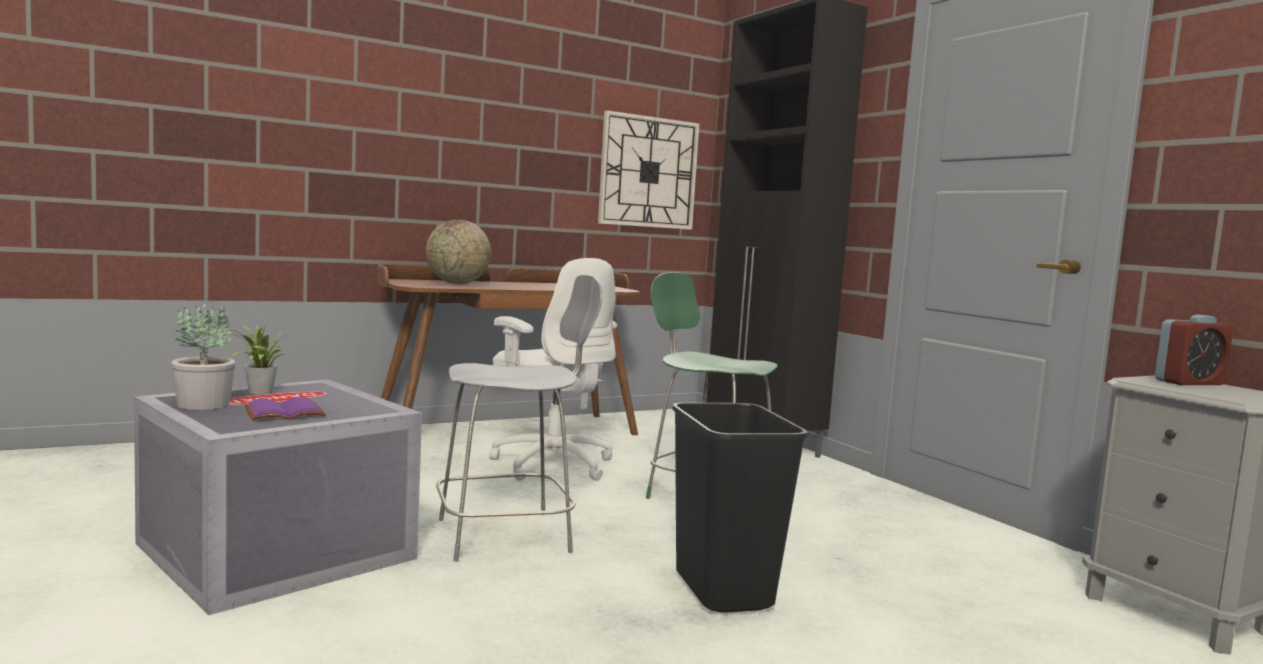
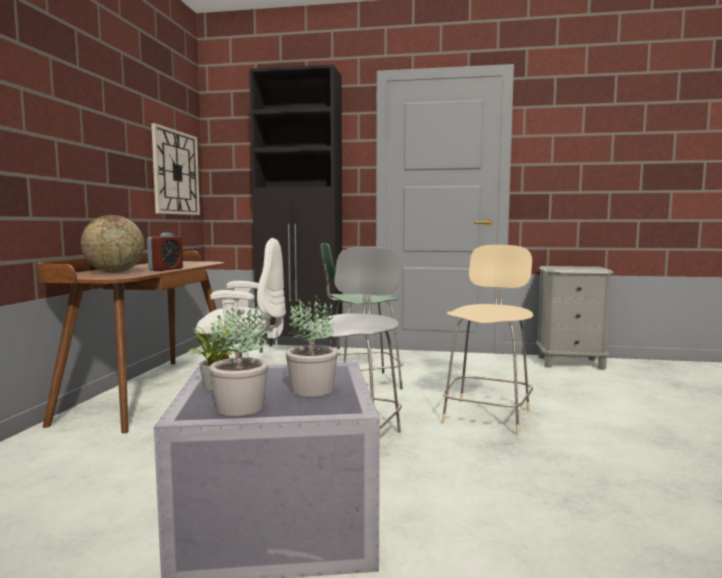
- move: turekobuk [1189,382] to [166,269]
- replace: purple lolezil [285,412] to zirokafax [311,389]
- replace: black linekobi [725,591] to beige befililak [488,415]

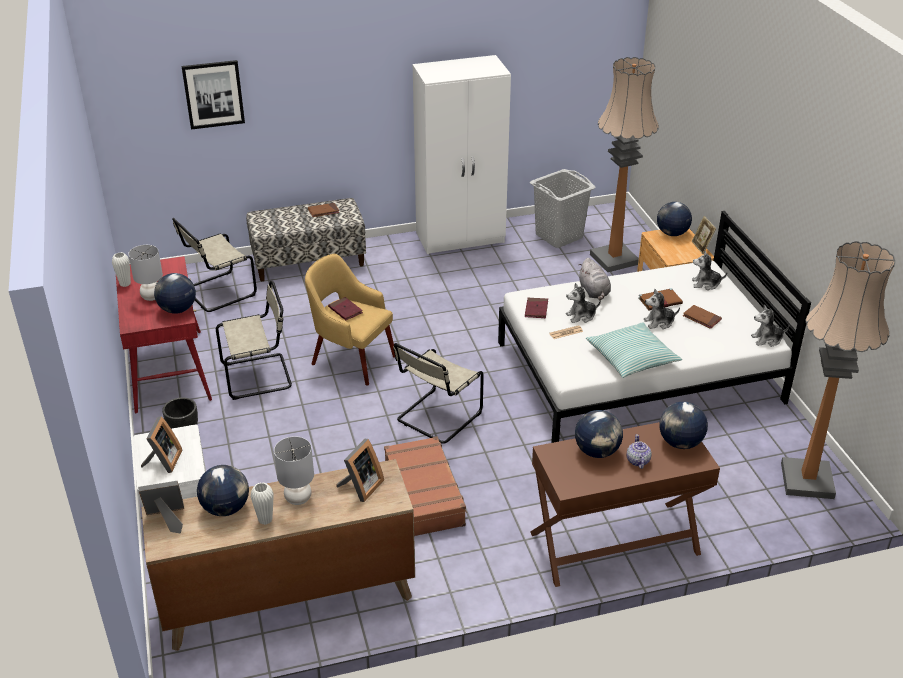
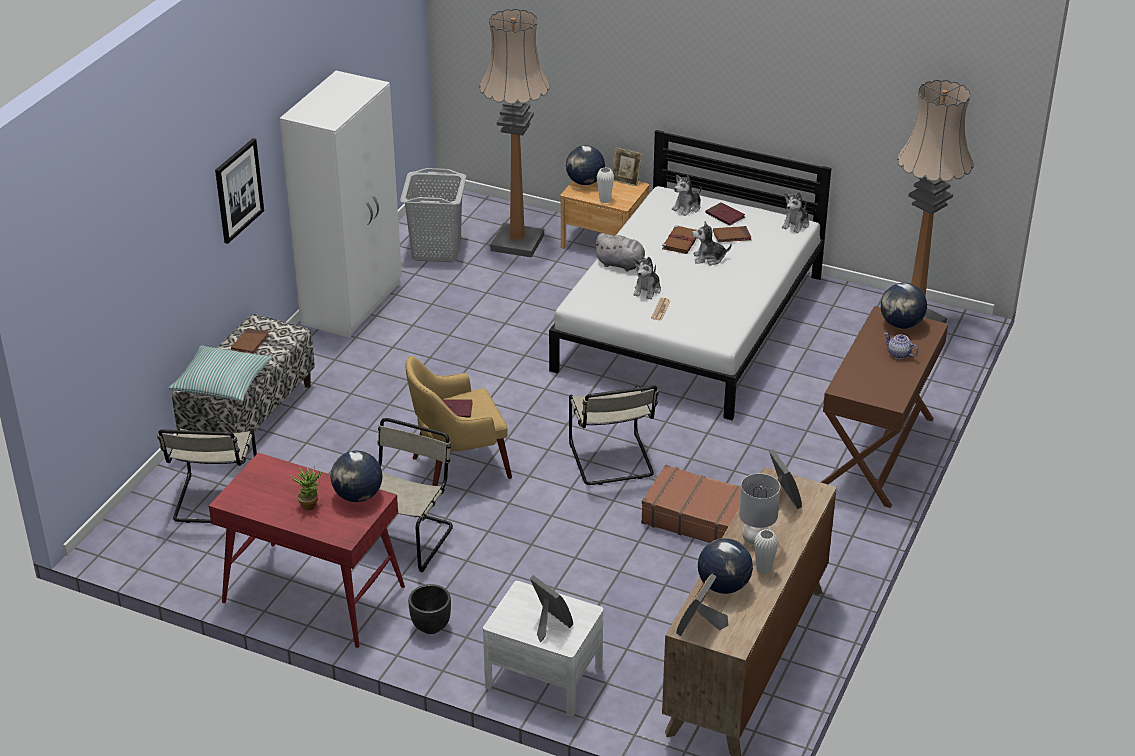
- delete: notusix [597,452]
- move: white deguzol [125,284] to [605,200]
- move: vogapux [213,94] to [238,190]
- move: red lolezil [536,309] to [725,216]
- move: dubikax [632,357] to [222,382]
- replace: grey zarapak [152,297] to zirokafax [310,504]
- rotate: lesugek [659,322] = [709,258] 60 degrees clockwise

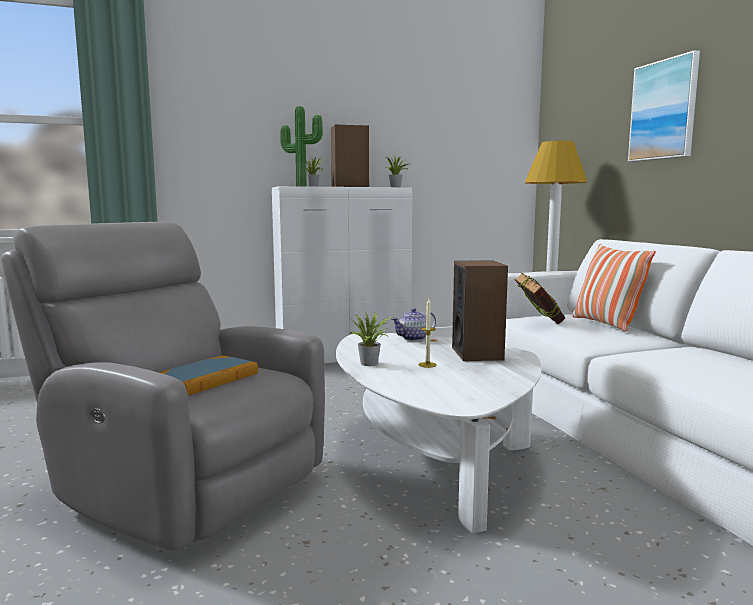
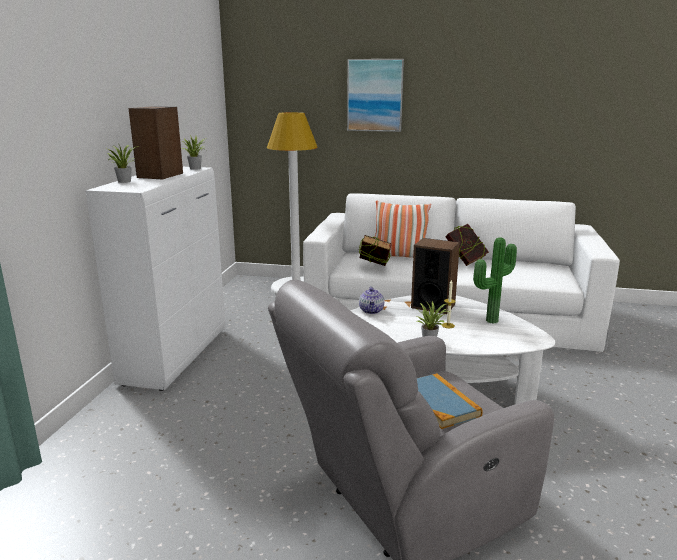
- insert: lolezil [465,261]
- move: zirokafax [302,186] to [490,320]

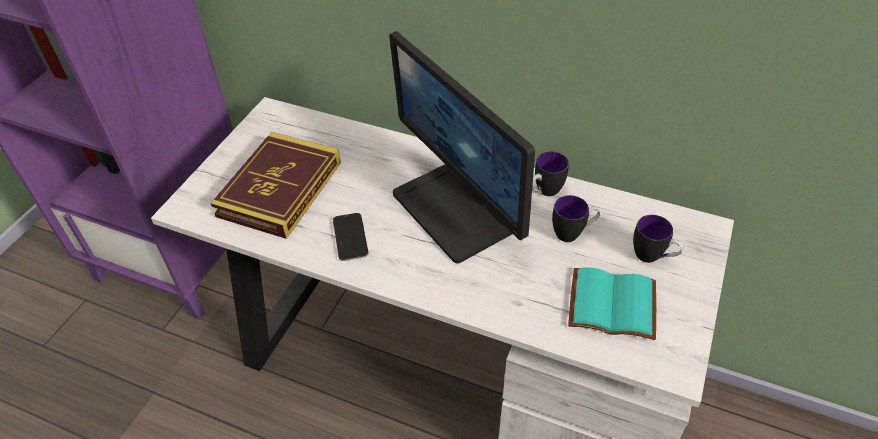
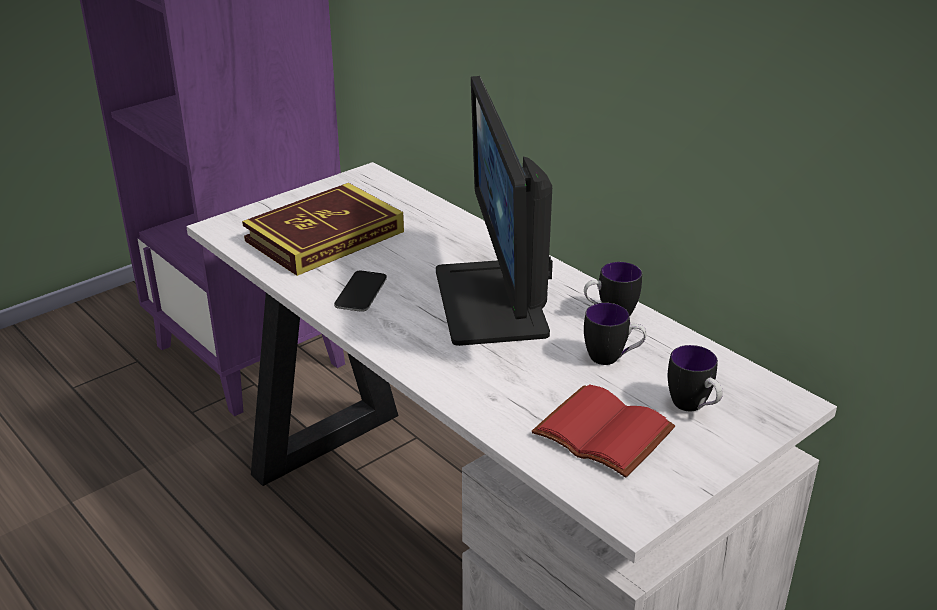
- recolor: turquoise lolezil [614,303] to red lolezil [606,432]

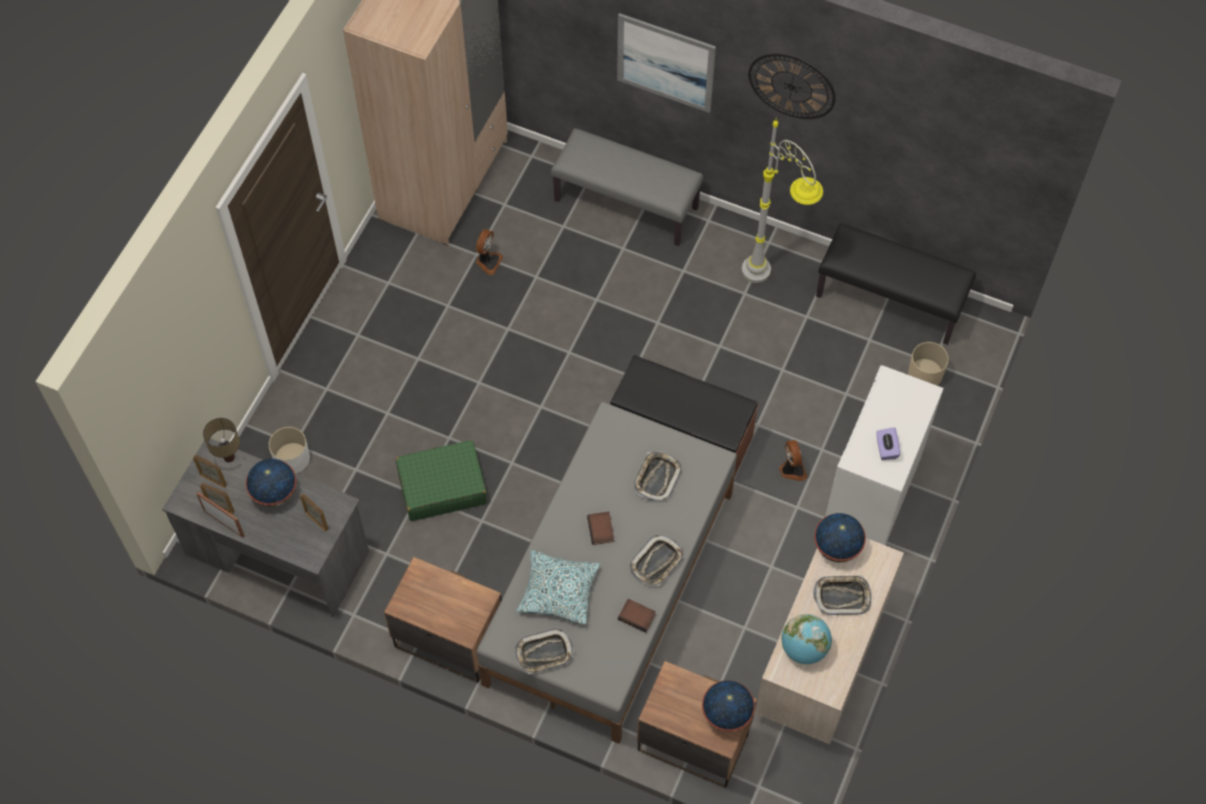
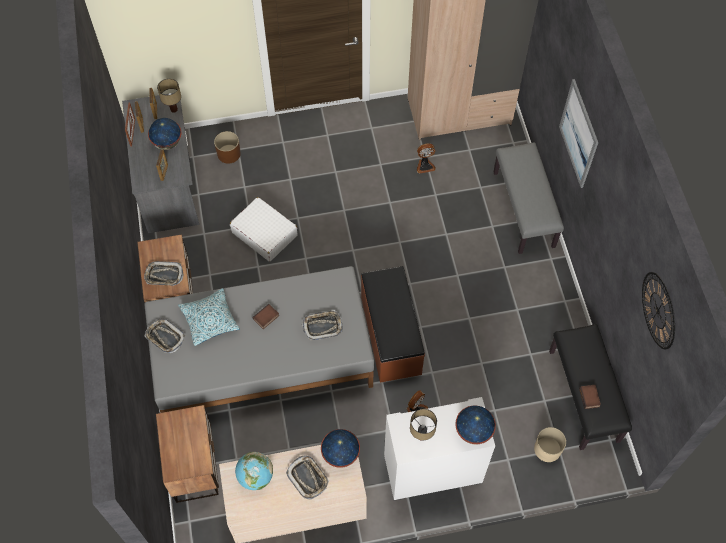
- delete: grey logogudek [772,287]
- move: lolezil [637,616] to [590,398]
- move: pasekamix [657,562] to [164,275]
- move: notusix [727,714] to [473,431]
- move: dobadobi [791,86] to [658,310]
- replace: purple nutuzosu [886,449] to zarapak [421,436]
- recolor: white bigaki [292,458] to brown bigaki [228,154]
- recolor: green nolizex [442,486] to white nolizex [264,234]

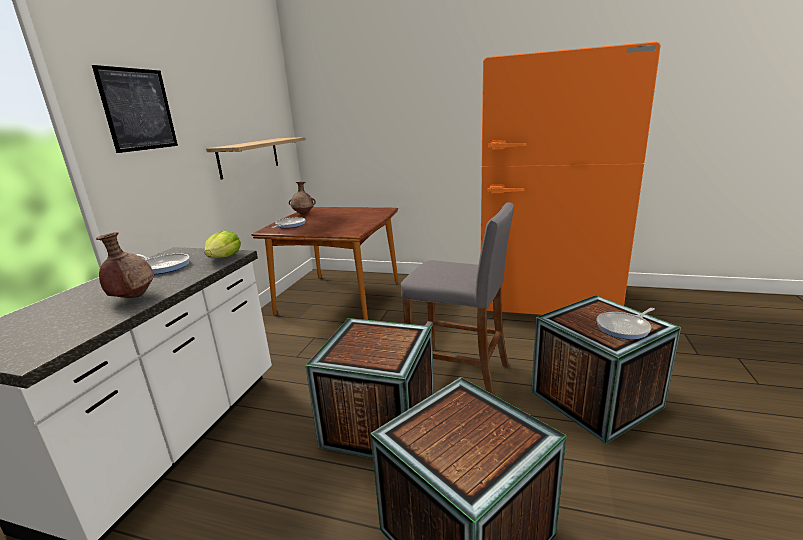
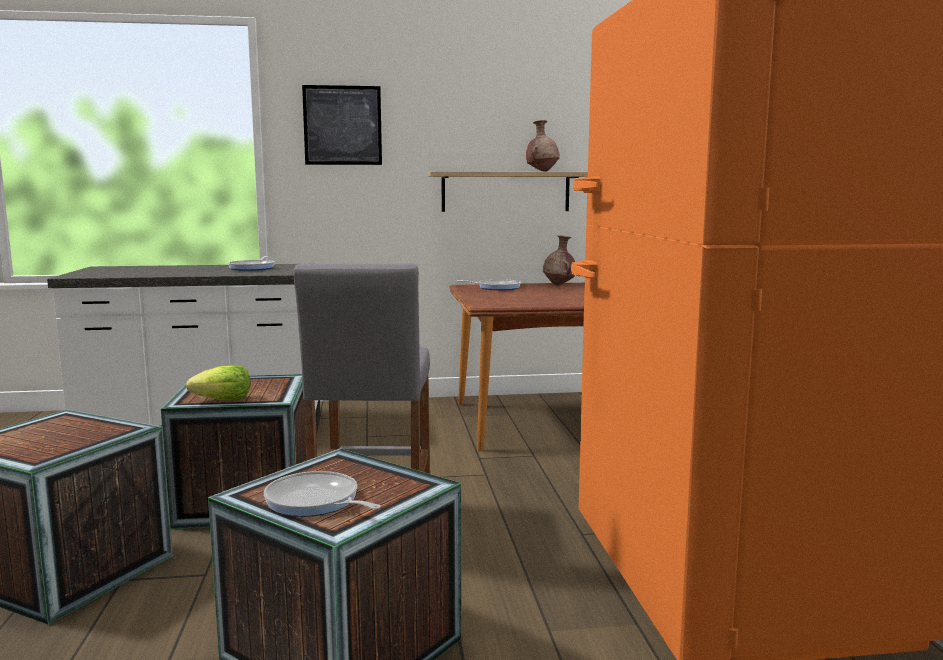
- move: brown deguzol [133,297] to [542,171]
- move: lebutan [224,257] to [223,400]

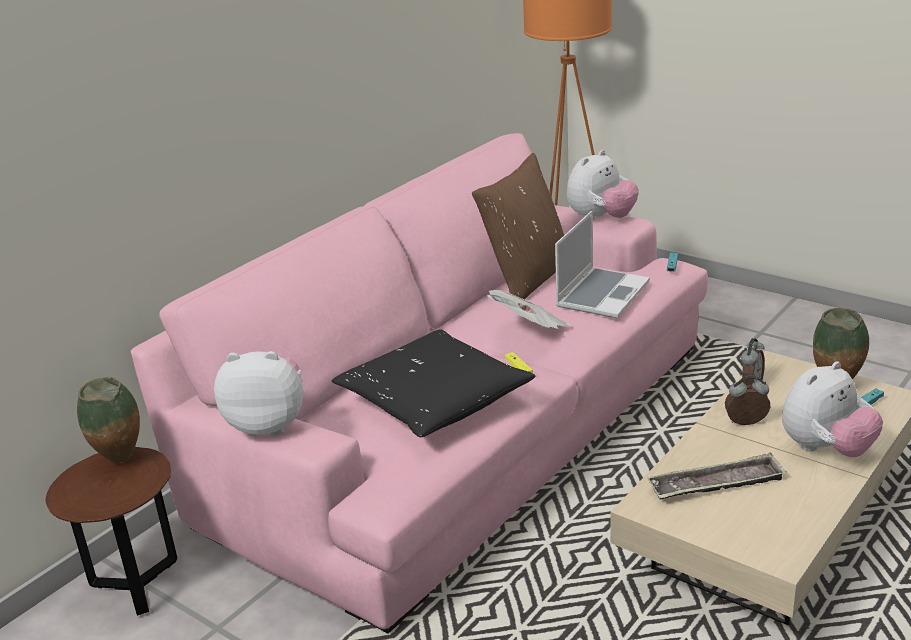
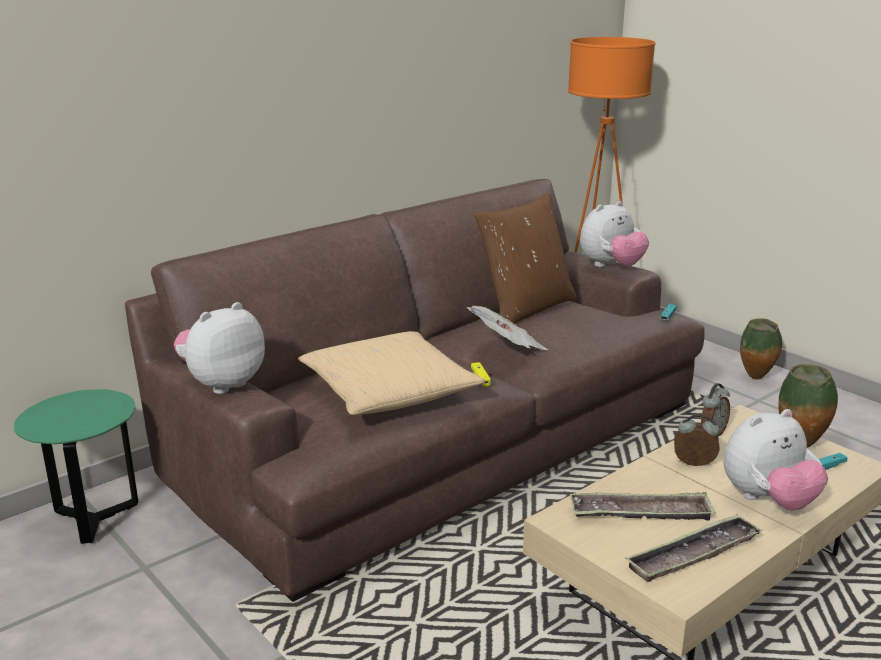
- delete: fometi [602,294]
- insert: pasekamix [693,554]
- move: deguzol [121,461] to [756,378]
- recolor: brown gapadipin [137,586] to green gapadipin [94,520]
- recolor: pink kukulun [462,428] to brown kukulun [439,438]
- recolor: black dubikax [434,400] to beige dubikax [388,391]
- rotate: lesugek [268,424] = [222,384] 60 degrees counterclockwise

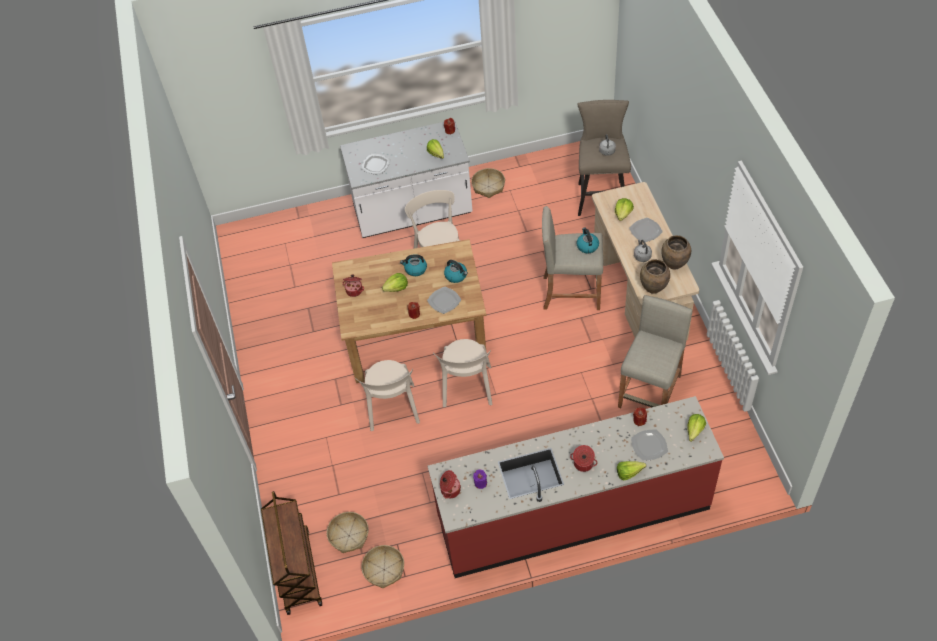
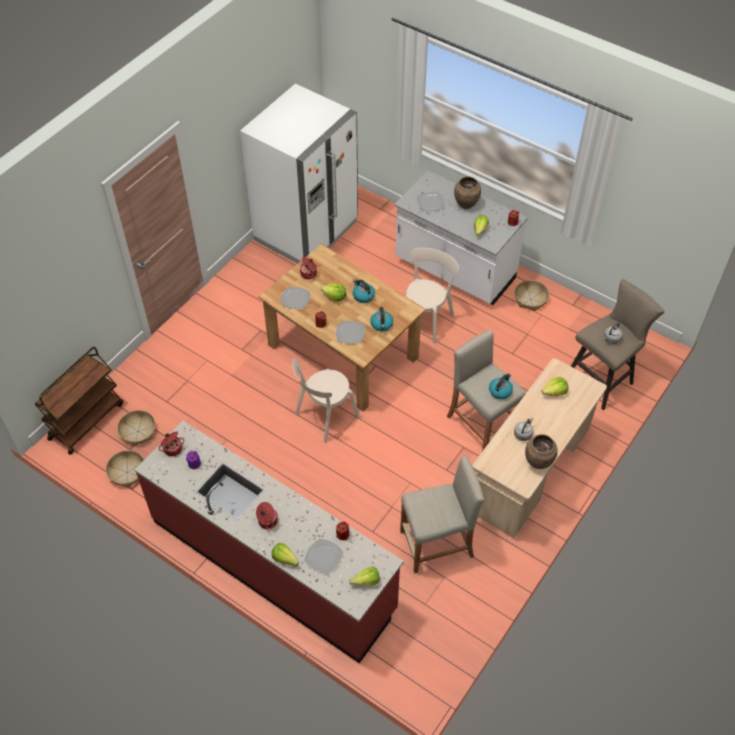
- delete: beige befililak [393,410]
- insert: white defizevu [306,231]
- move: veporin [645,231] to [295,298]
- move: brown deguzol [653,288] to [466,204]

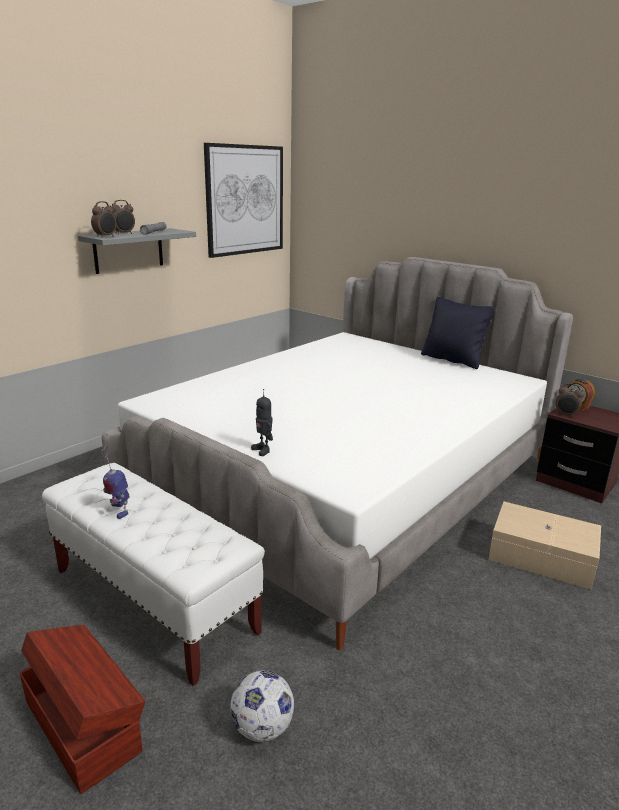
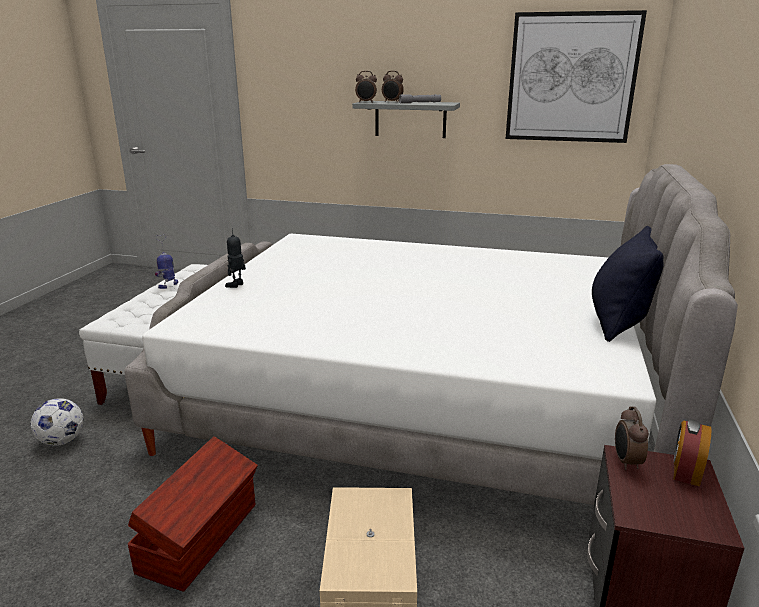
- move: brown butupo [83,723] to [201,537]

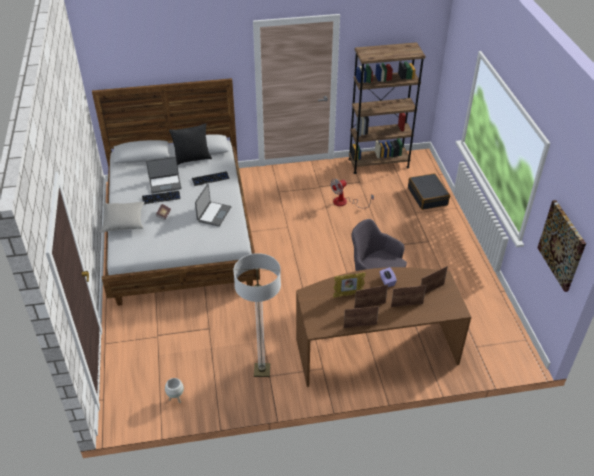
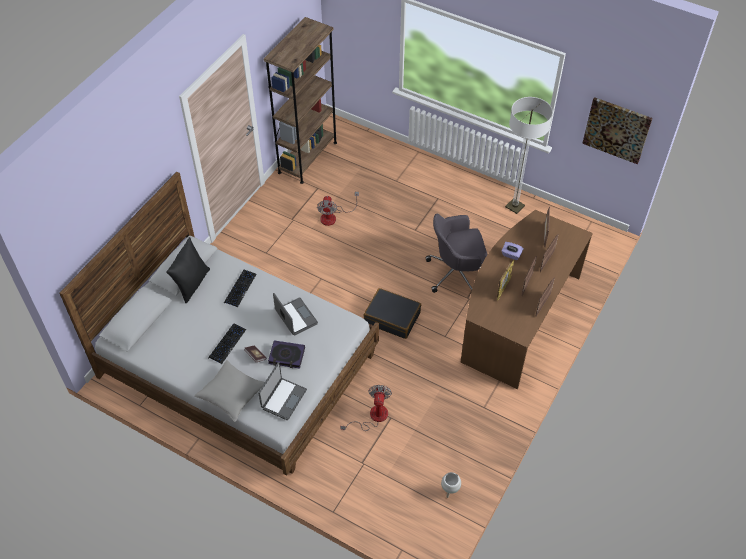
- insert: lolezil [286,356]
- insert: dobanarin [372,417]
- move: fometi [165,184] to [283,399]
- move: logogudek [262,370] to [515,206]
- move: black nolizex [427,196] to [392,318]

